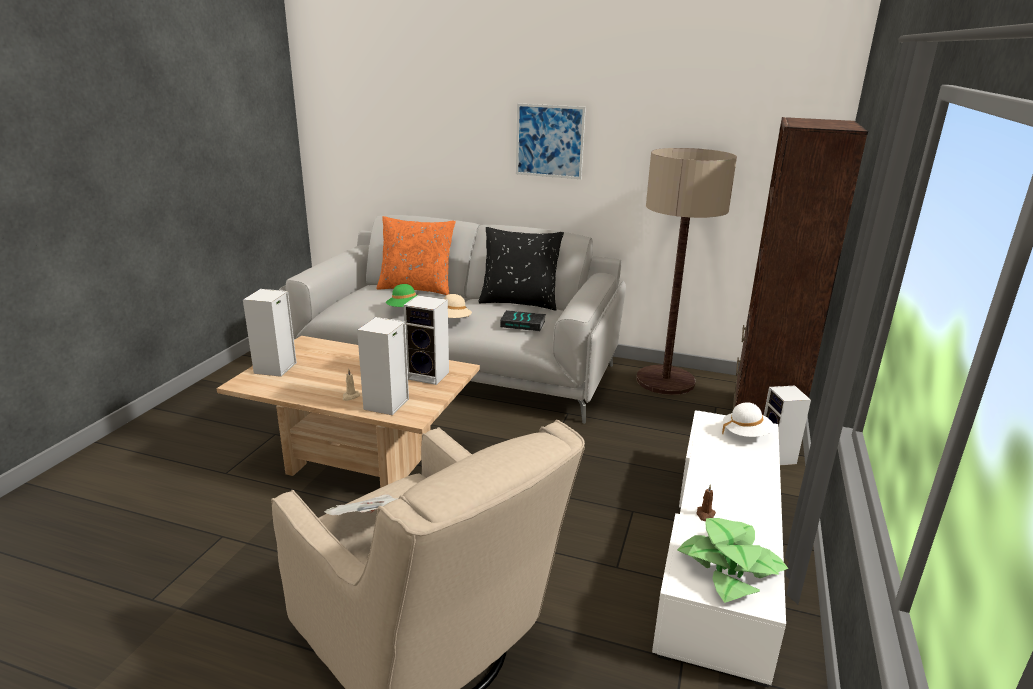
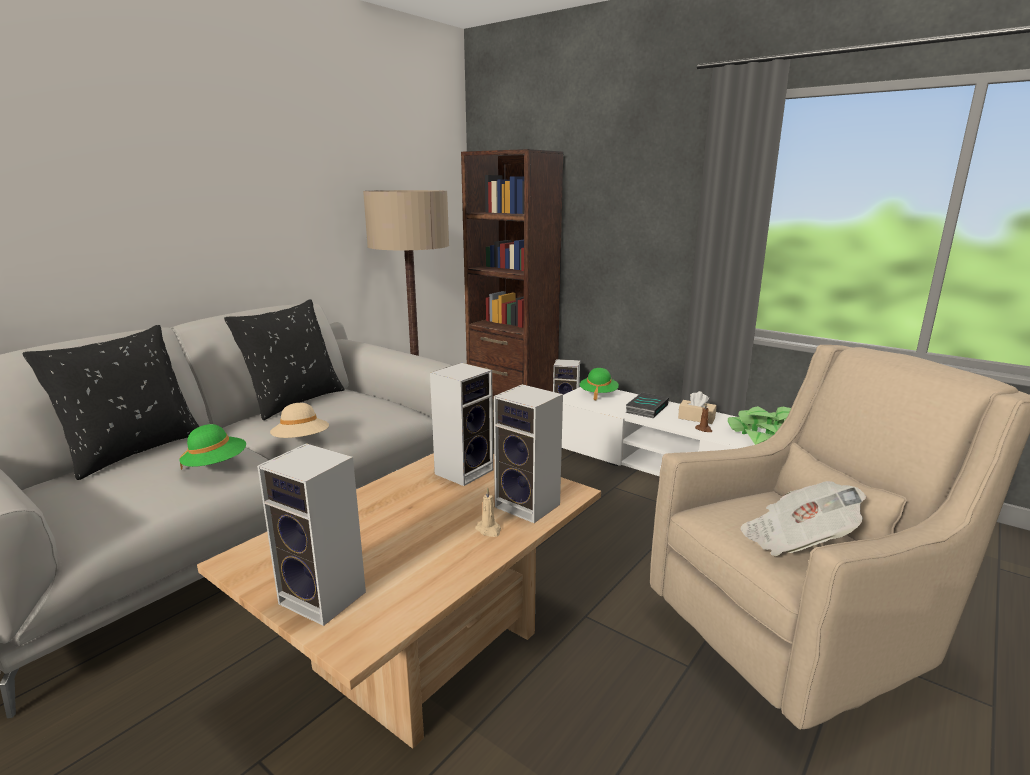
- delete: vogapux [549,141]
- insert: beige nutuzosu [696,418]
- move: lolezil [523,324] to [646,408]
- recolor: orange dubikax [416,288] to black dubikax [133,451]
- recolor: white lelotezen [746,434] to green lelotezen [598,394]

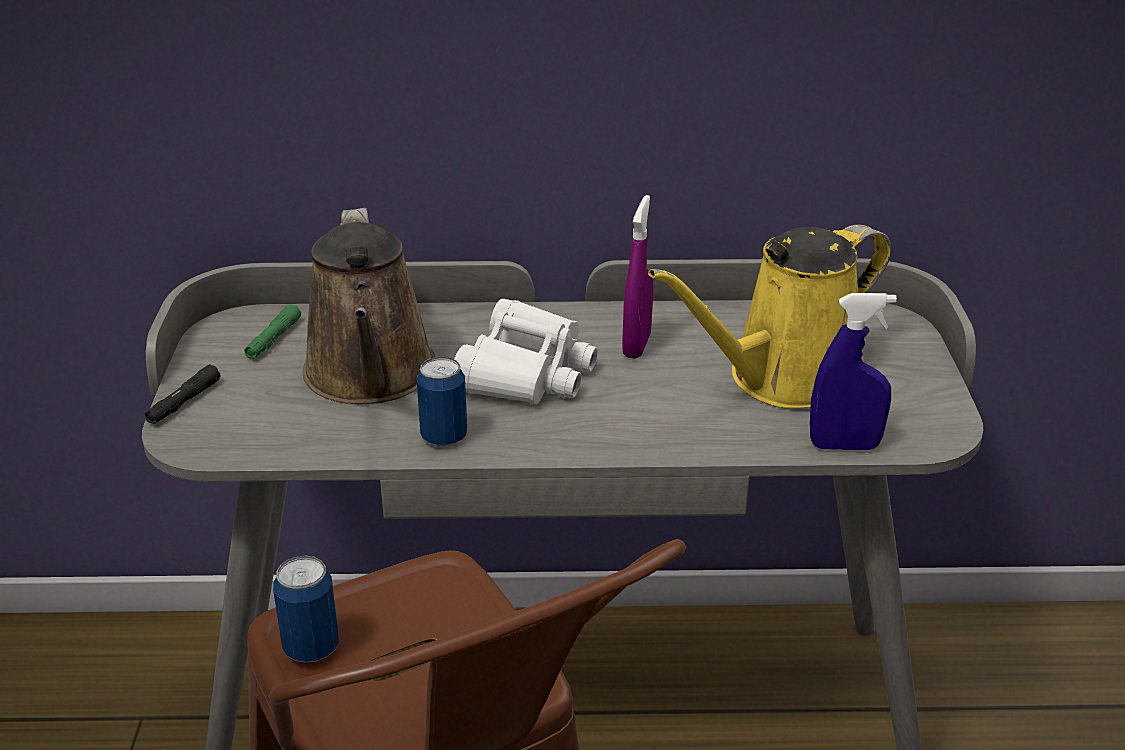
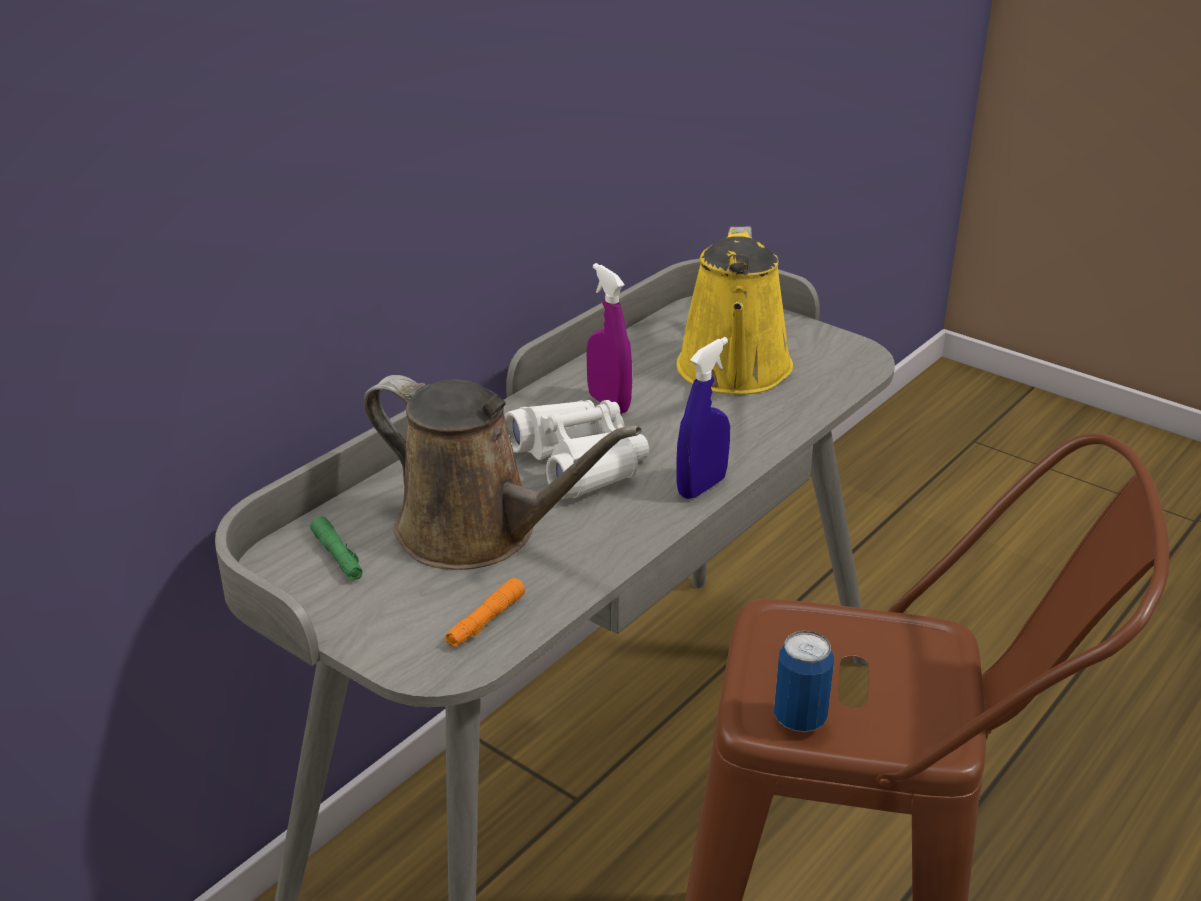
- delete: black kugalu [184,403]
- delete: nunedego [444,437]
- insert: orange kugalu [486,621]
- move: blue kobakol [844,446] to [701,487]

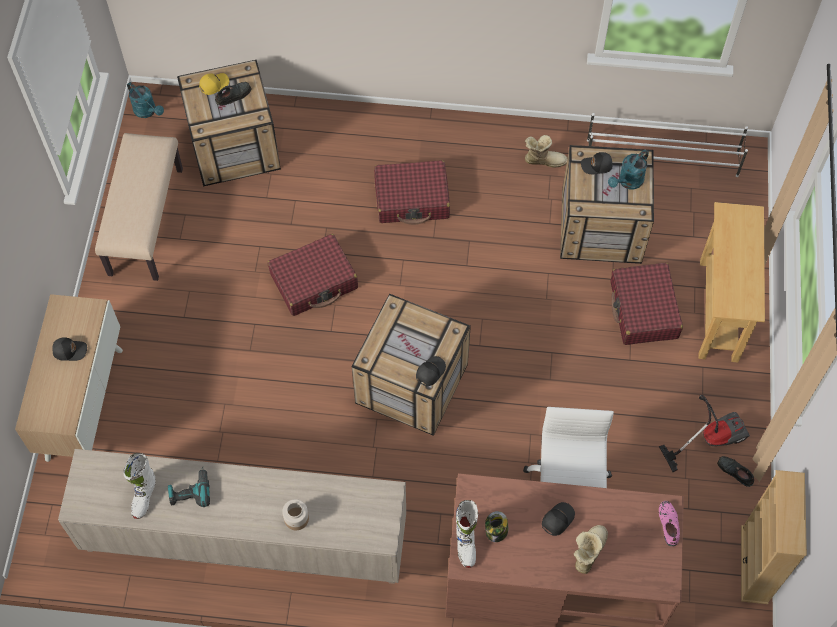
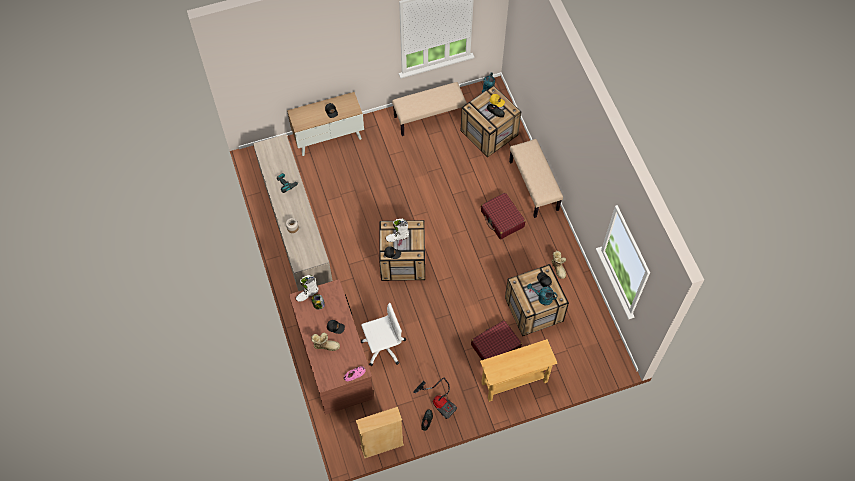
- delete: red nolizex [314,281]
- delete: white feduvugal [662,158]
- insert: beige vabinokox [534,186]
- move: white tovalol [144,496] to [397,237]

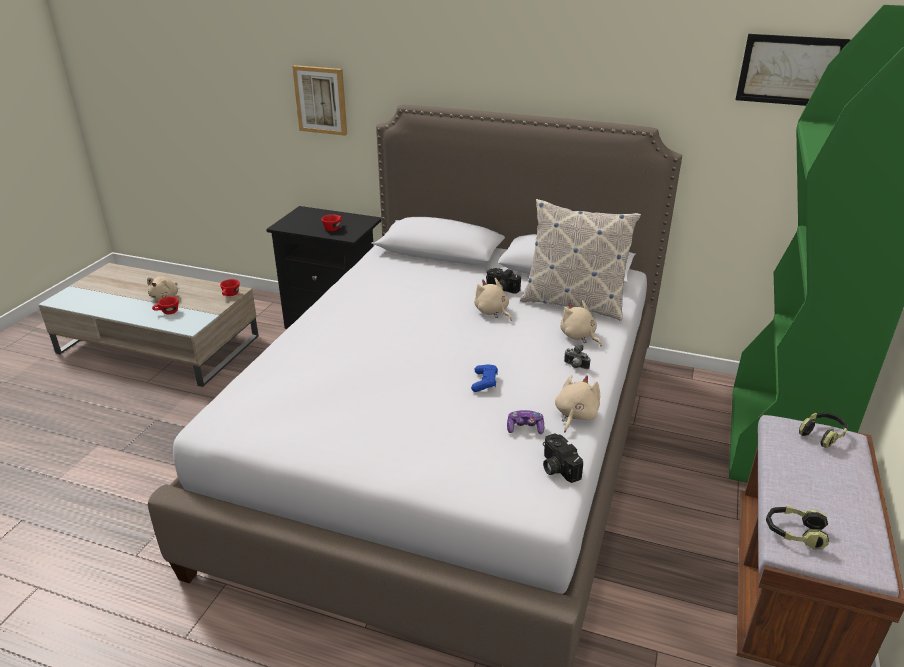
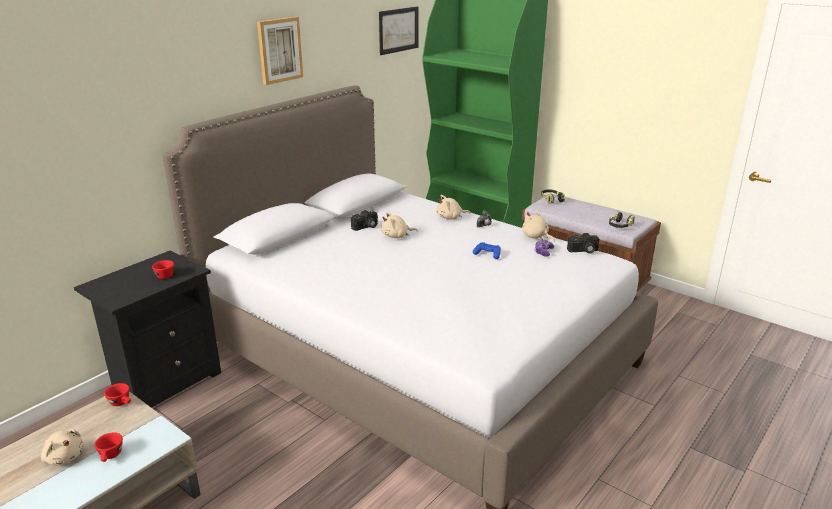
- delete: dubikax [573,303]
- move: vogapux [321,100] to [279,50]

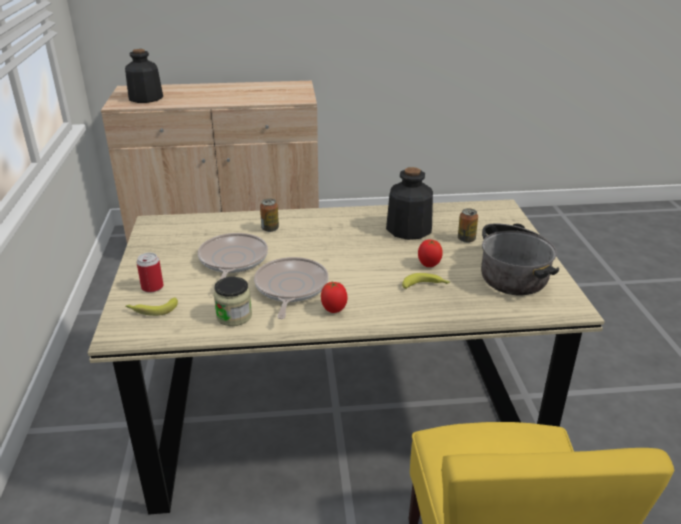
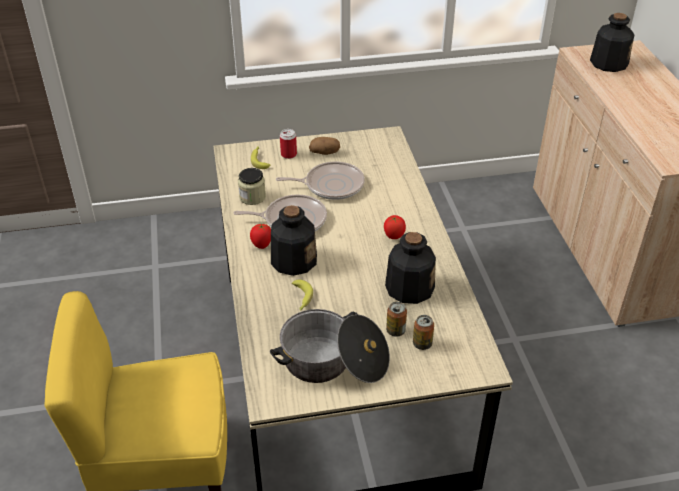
- insert: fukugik [293,260]
- insert: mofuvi [324,152]
- move: nunedego [270,229] to [422,344]
- move: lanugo [429,265] to [393,237]

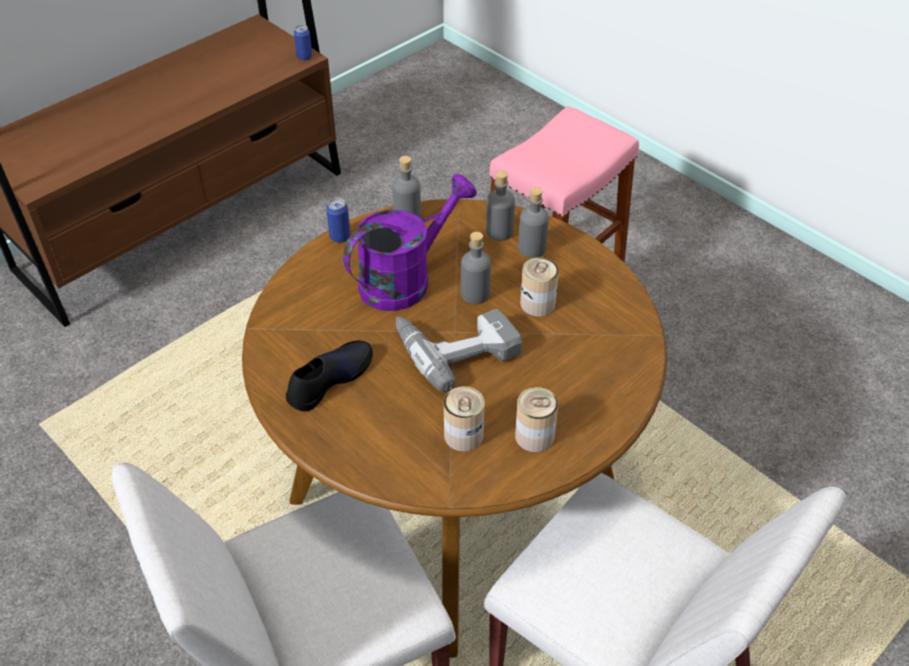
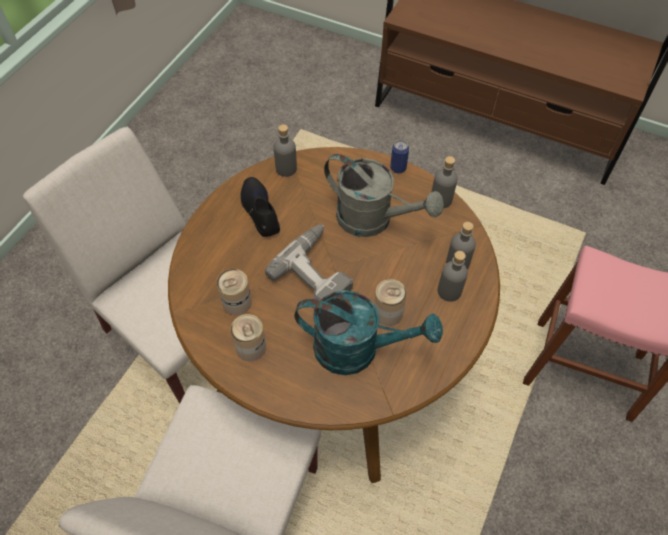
- delete: nunedego [304,57]
- insert: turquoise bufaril [358,349]
- move: grey fukugik [475,294] to [286,168]
- recolor: purple bufaril [405,279] to grey bufaril [373,220]
- rotate: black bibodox [330,379] = [260,210] 135 degrees counterclockwise

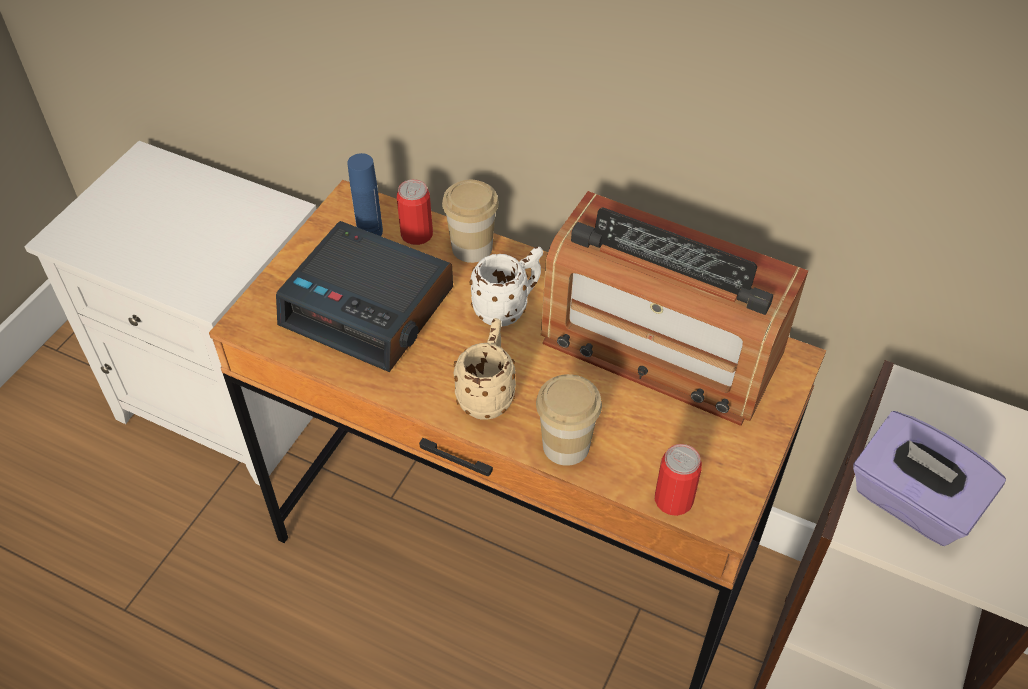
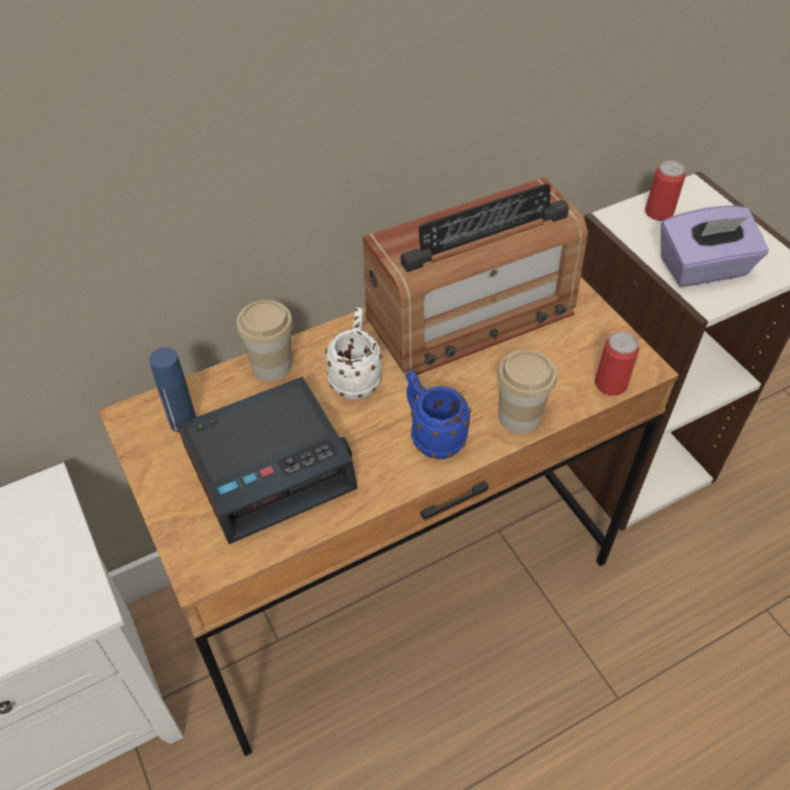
- move: nunedego [417,234] to [658,212]
- recolor: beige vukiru [488,393] to blue vukiru [431,436]

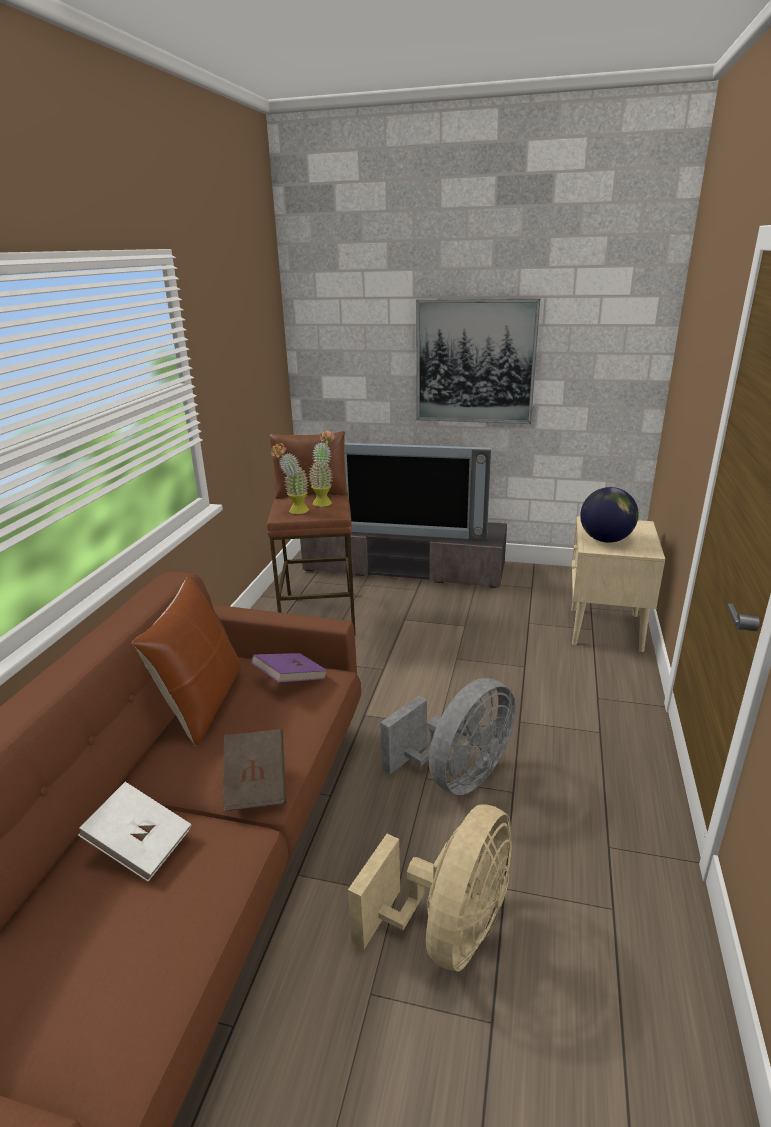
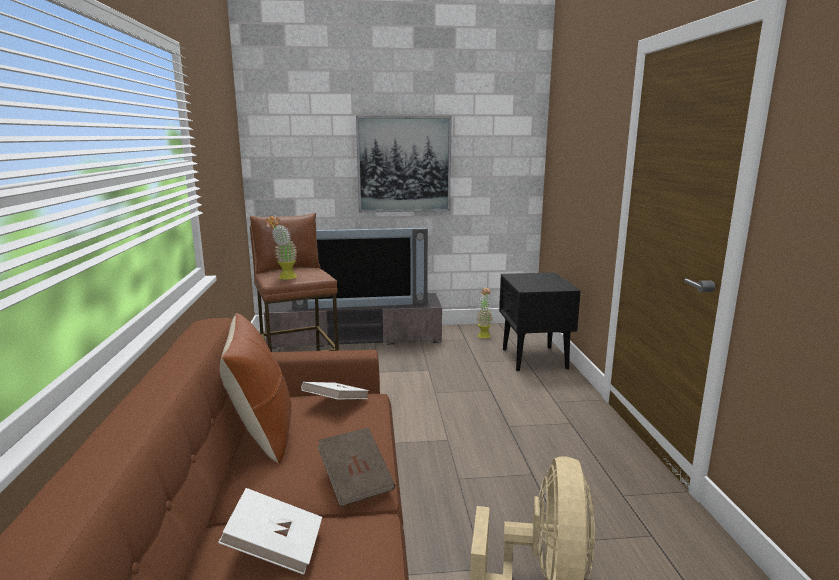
- delete: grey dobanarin [457,776]
- delete: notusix [605,540]
- move: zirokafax [324,501] to [483,335]
- recolor: purple lolezil [290,680] to white lolezil [336,404]
- recolor: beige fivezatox [604,629] to black fivezatox [534,359]

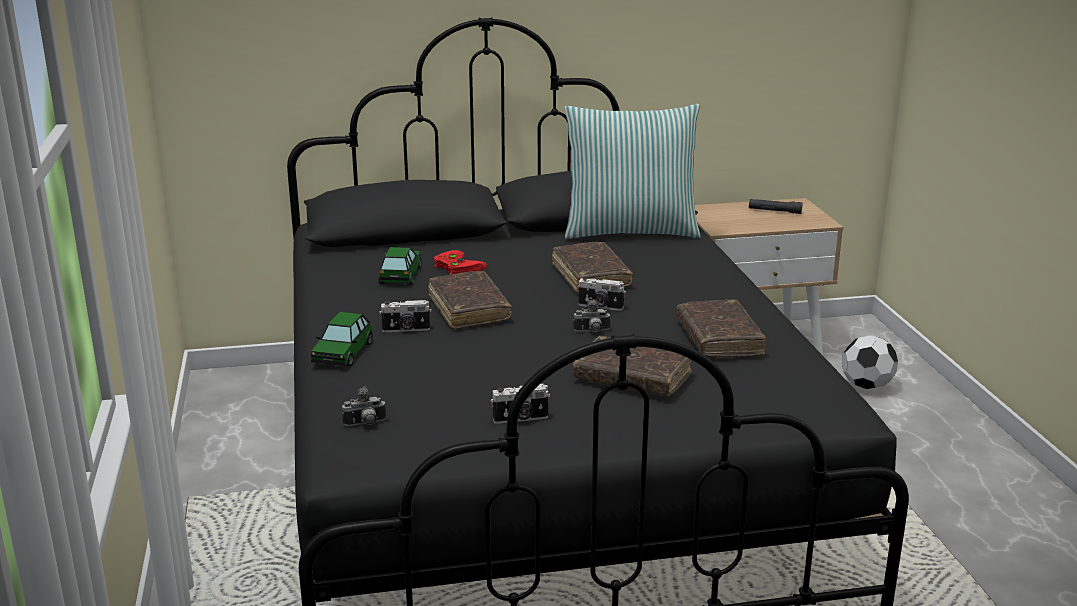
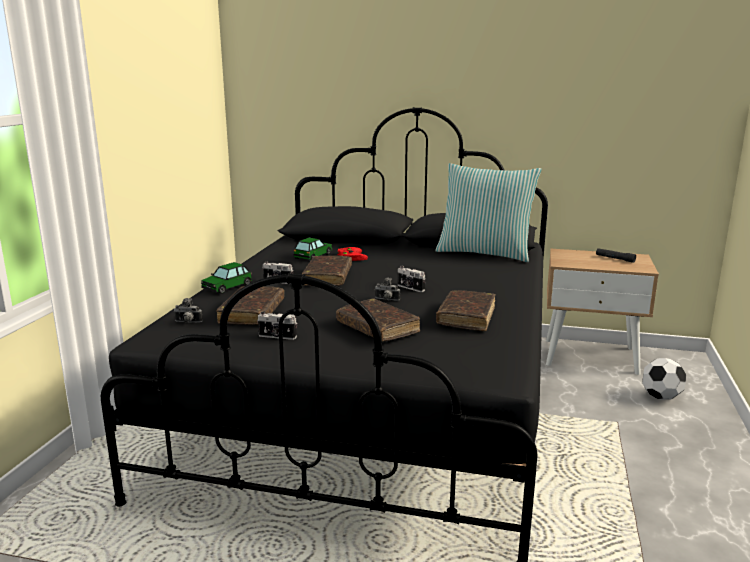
- move: brown lolezil [591,276] to [252,313]

